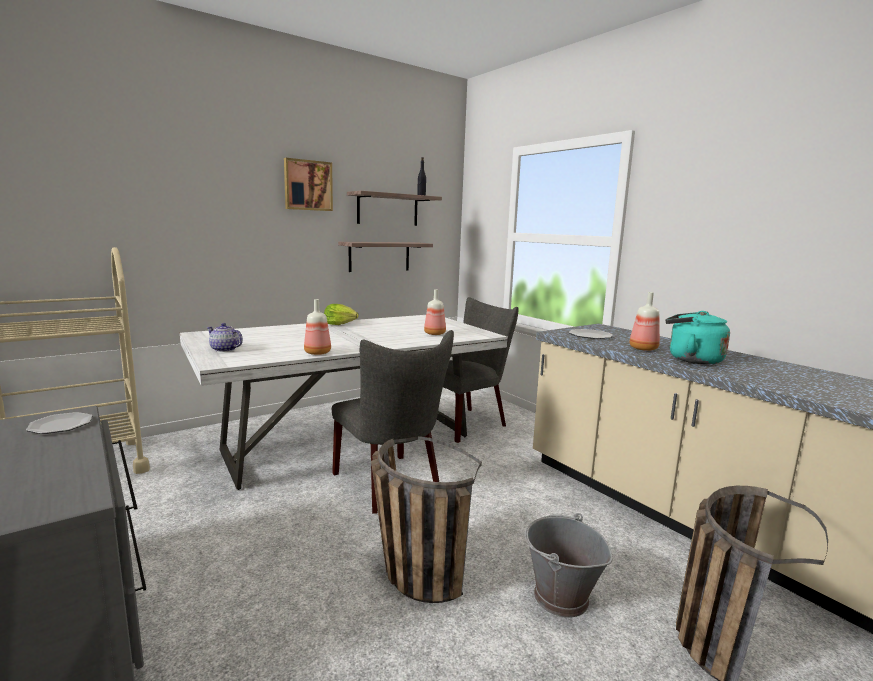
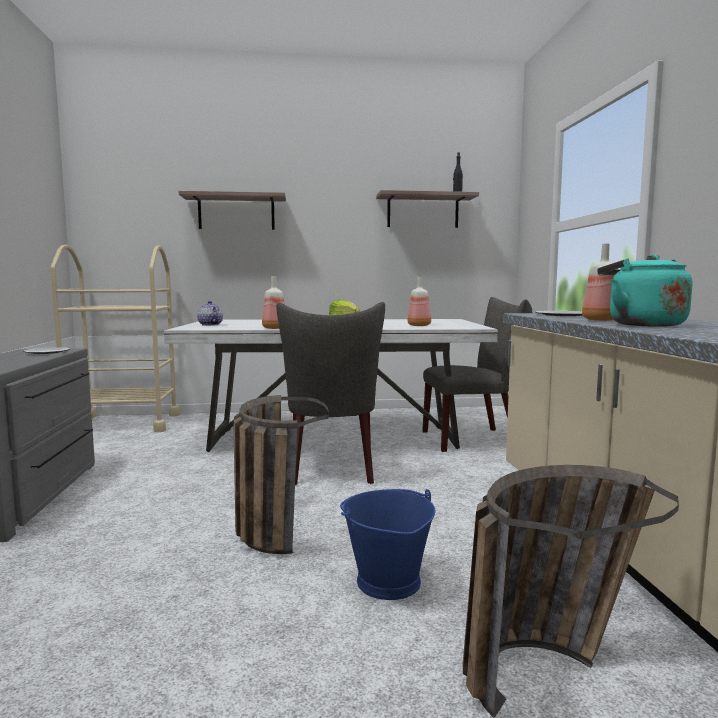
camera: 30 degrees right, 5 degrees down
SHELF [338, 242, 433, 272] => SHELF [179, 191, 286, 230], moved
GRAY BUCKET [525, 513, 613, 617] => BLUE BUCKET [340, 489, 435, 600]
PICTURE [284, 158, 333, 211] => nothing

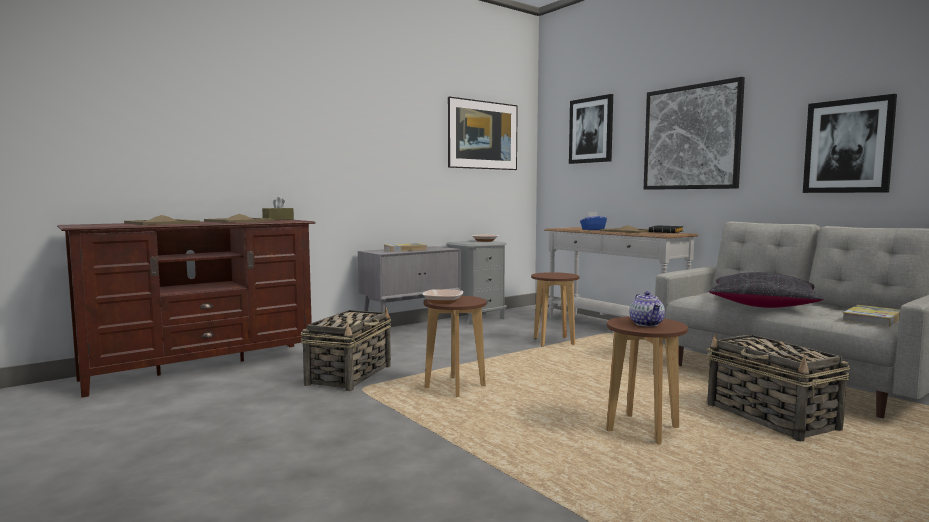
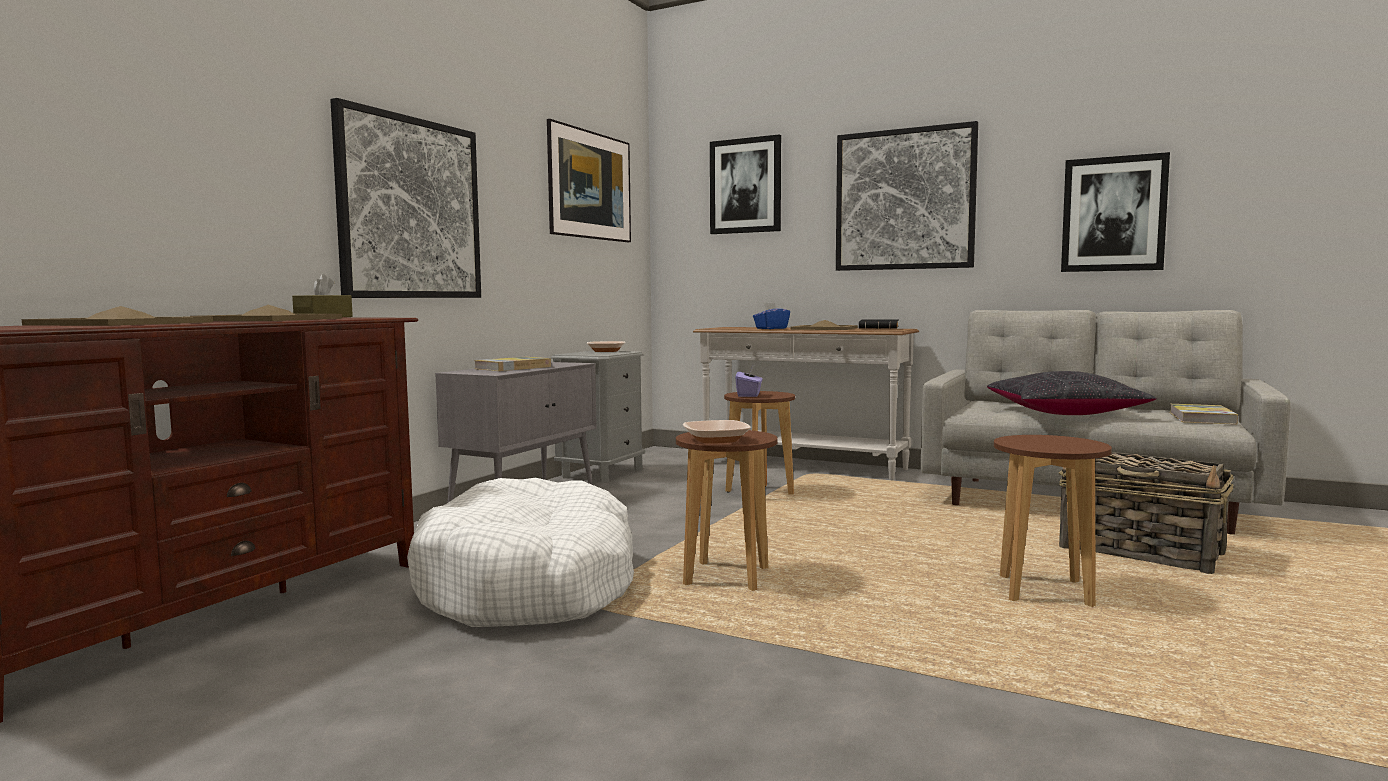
camera: 25 degrees left, 0 degrees up
nothing => PICTURE [330, 98, 481, 298]
BASKET [301, 307, 392, 391] => WHITE PET BED [407, 478, 634, 627]
nothing => PURPLE-COLOURED TISSUE BOX [736, 365, 763, 397]
POT FOR TEA [629, 291, 665, 326] => nothing

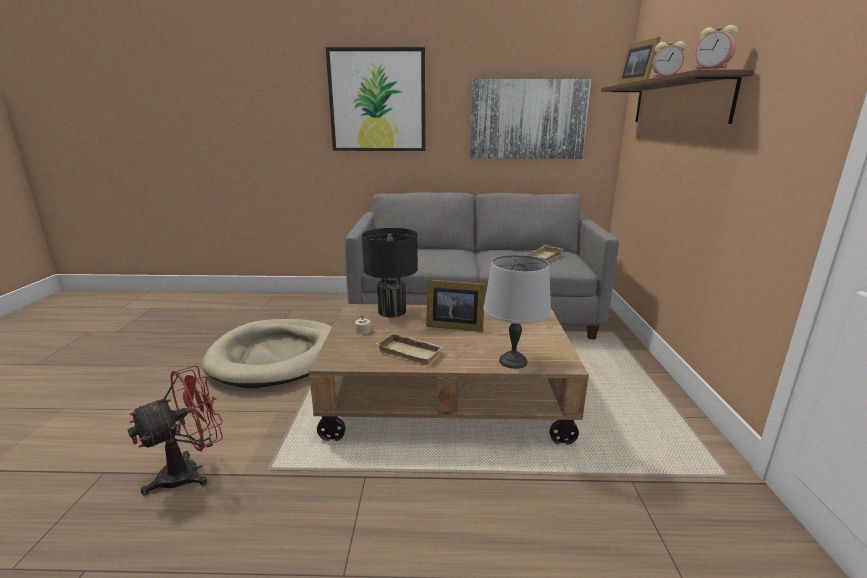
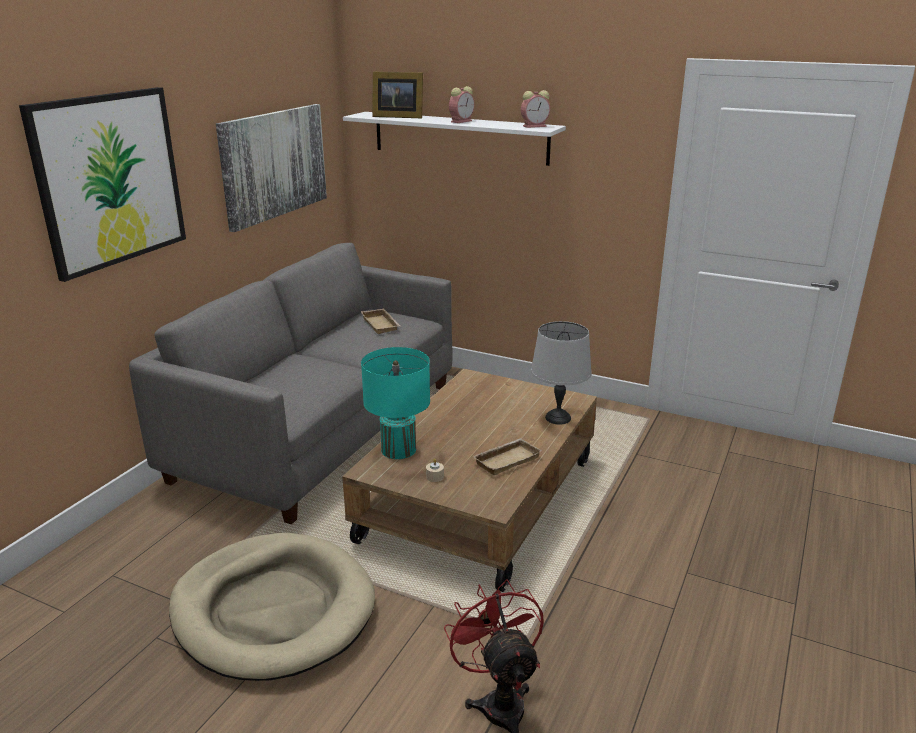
camera: 65 degrees left, 5 degrees up
BROWNISH SHELF [601, 69, 755, 124] => WHITE SHELF [343, 112, 566, 166]
BLACK-COLOURED LAMP FOR A TABLE [362, 228, 418, 317] => BLUE-GREEN LAMP FOR A TABLE [361, 347, 430, 459]
PICTURE FRAME [426, 279, 486, 332] => nothing

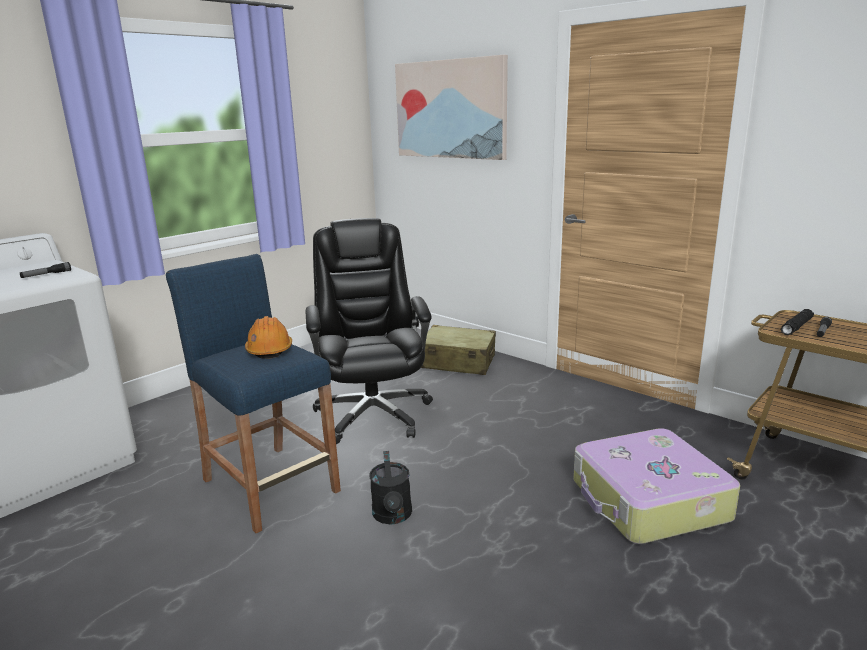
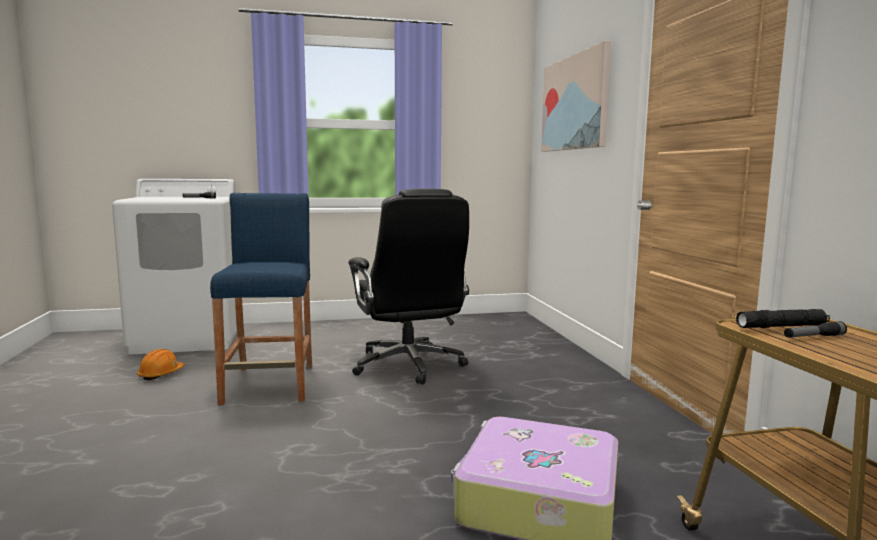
camera: 35 degrees right, 10 degrees down
ORANGEY WORK HELMET [245, 316, 292, 359] => ORANGEY WORK HELMET [137, 349, 184, 380], moved
BLACK-COLOURED DESK CHAIR [306, 218, 433, 444] => BLACK-COLOURED DESK CHAIR [348, 188, 469, 385], 135 degrees clockwise
BLACK-COLOURED WATERING POT [369, 451, 412, 524] => nothing
BEIGE-COLOURED TRAVEL CASE [421, 325, 496, 375] => nothing

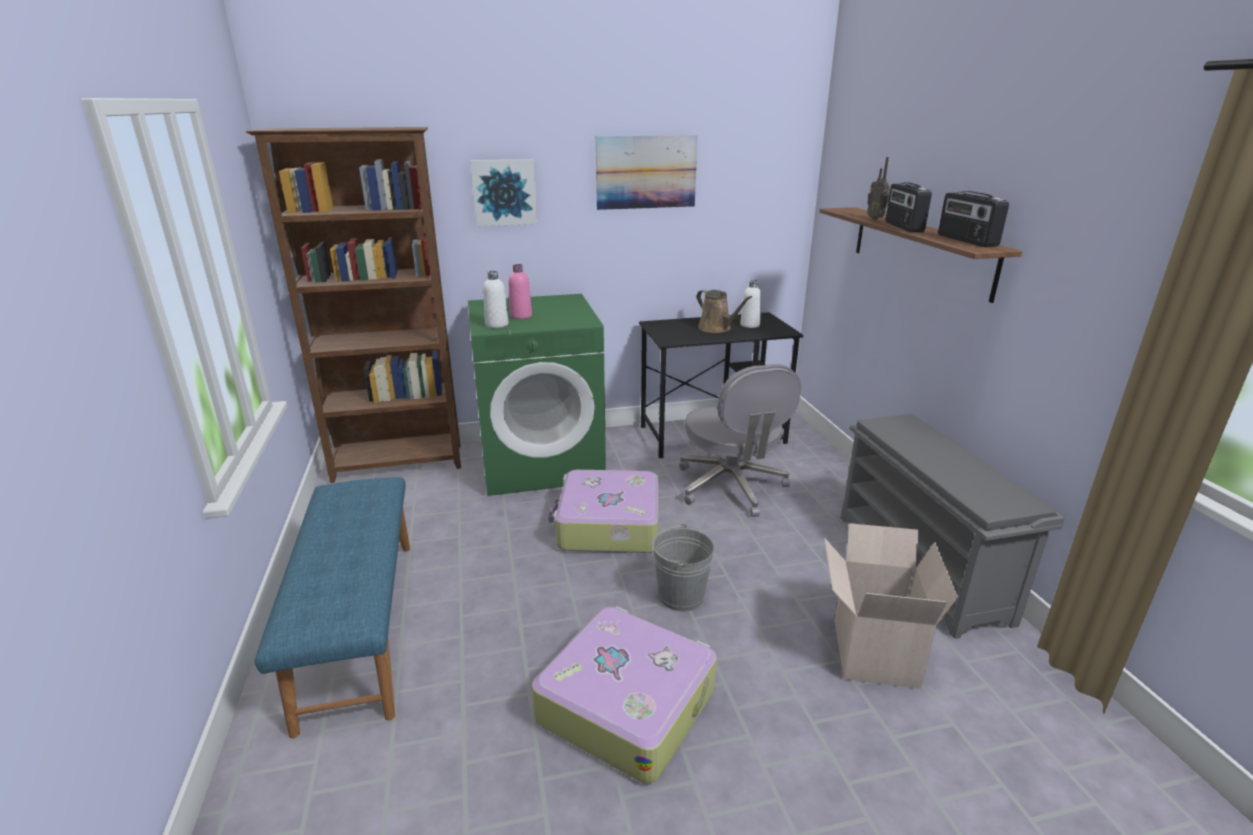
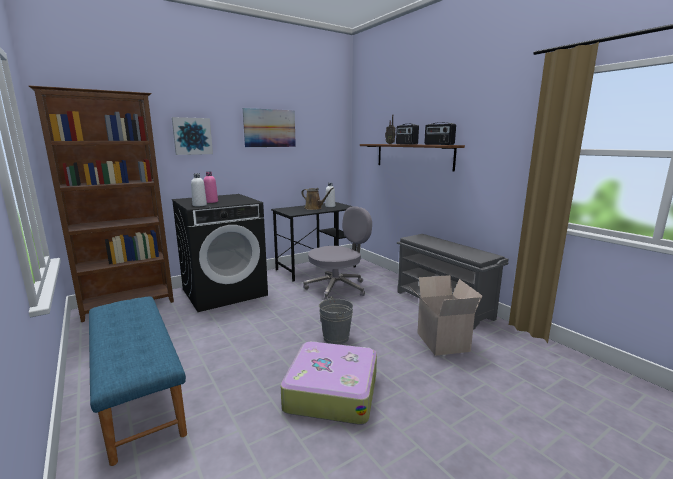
camera: 20 degrees left, 10 degrees down
GREEN-COLOURED WASHING MACHINE [468, 294, 606, 496] => BLACK-COLOURED WASHING MACHINE [172, 194, 268, 312]
GRAY DESK CHAIR [679, 364, 801, 517] => GRAY DESK CHAIR [303, 206, 372, 300], 90 degrees counterclockwise
TRAVEL CASE [548, 470, 658, 553] => nothing

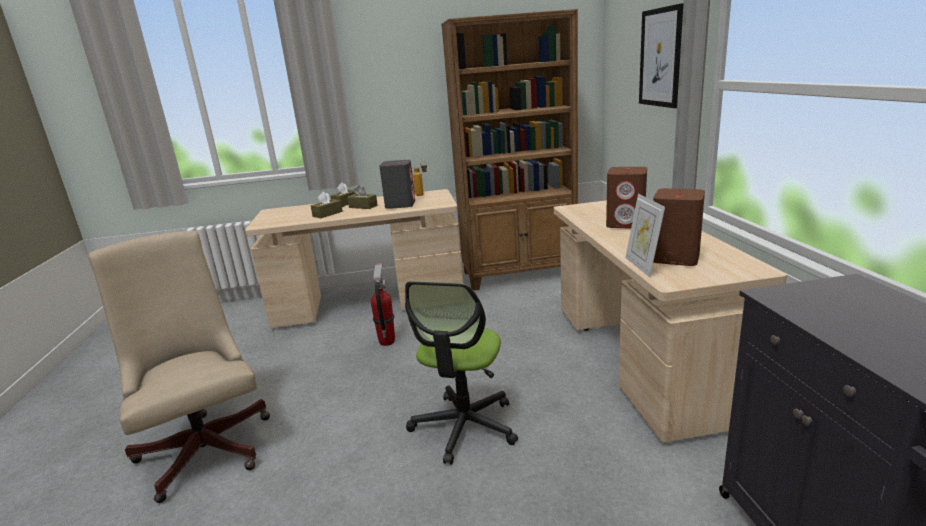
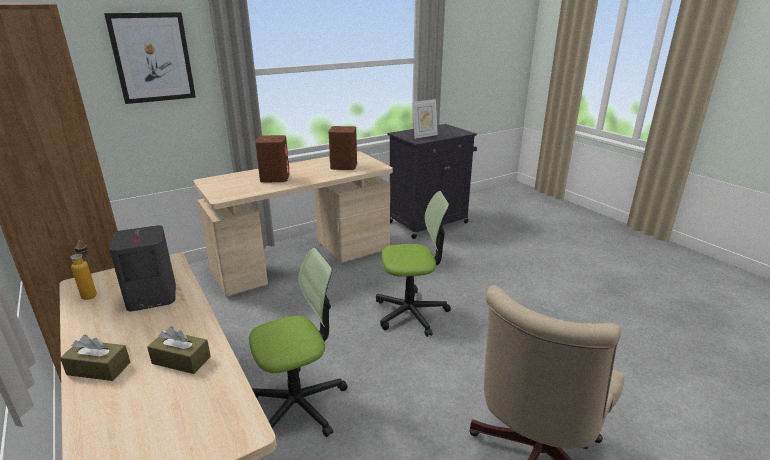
camera: 115 degrees left, 5 degrees up
FIRE EXTINGUISHER [371, 264, 395, 346] => DESK CHAIR [249, 248, 347, 437]
PICTURE FRAME [625, 193, 665, 277] => PICTURE FRAME [412, 99, 438, 139], moved
BROWNISH TISSUE BOX [347, 185, 378, 209] => nothing

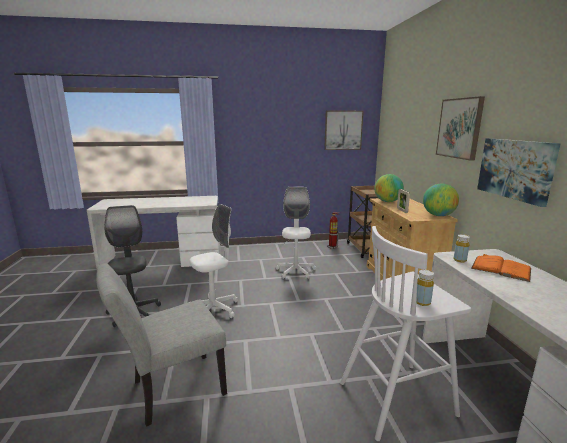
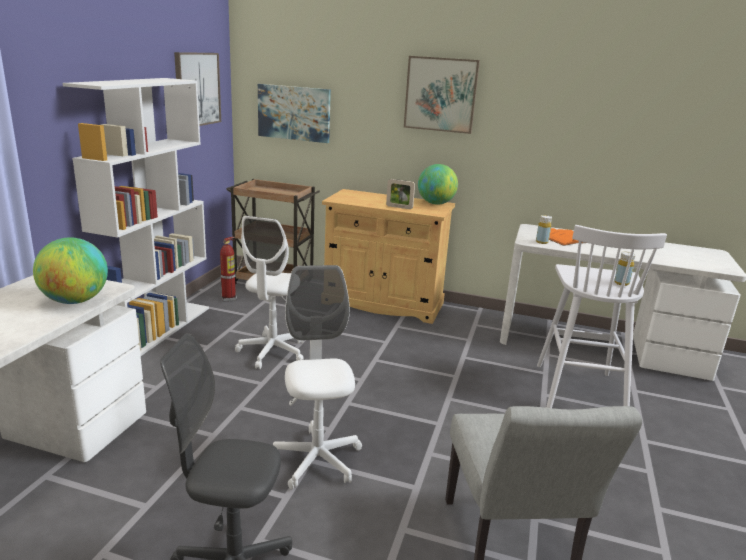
camera: 65 degrees left, 5 degrees up
WORLD GLOBE [374, 174, 404, 202] => WORLD GLOBE [33, 237, 108, 304], moved
nothing => WHITE BOOKCASE [63, 78, 209, 356]
WHITE DESK CHAIR [276, 187, 316, 279] => WHITE DESK CHAIR [235, 216, 304, 369], 105 degrees counterclockwise
PICTURE [477, 138, 561, 207] => PICTURE [258, 84, 331, 143], moved

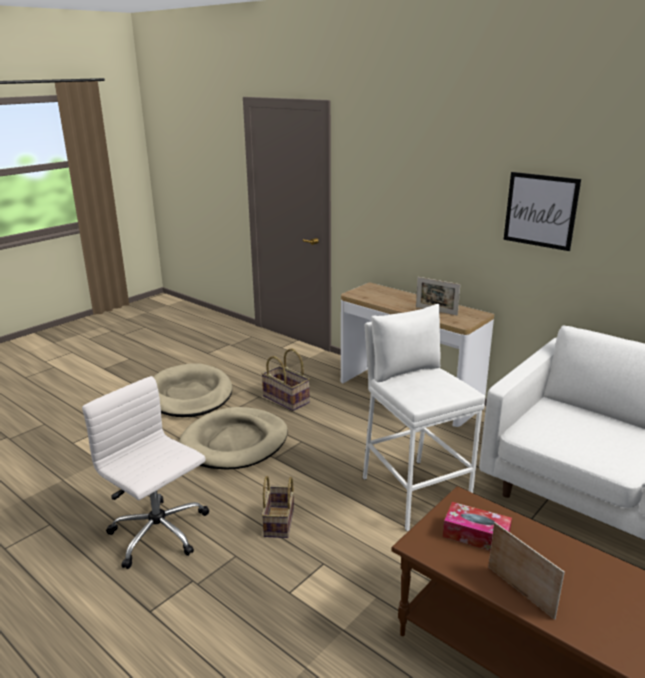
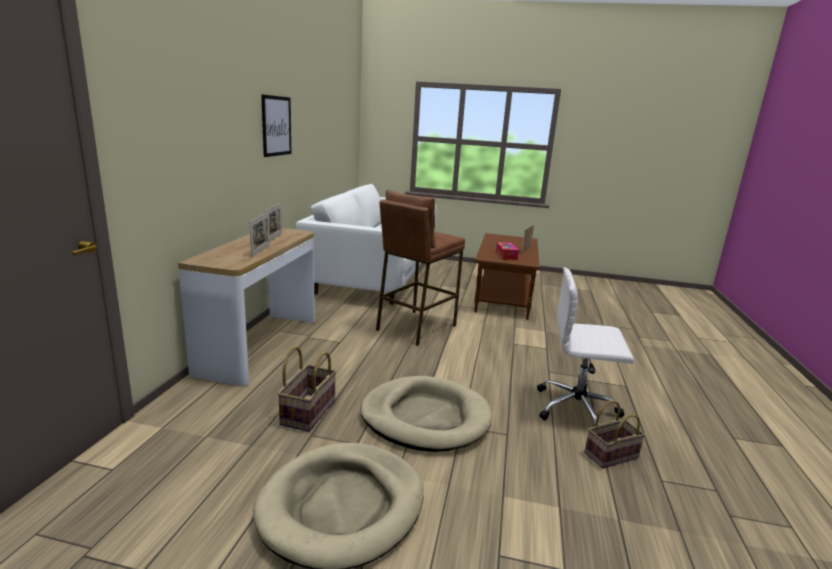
camera: 120 degrees left, 5 degrees down
nothing => PICTURE FRAME [249, 212, 270, 258]
WHITE STOOL SEAT [363, 304, 486, 531] => BROWNISH STOOL SEAT [376, 189, 465, 346]
WHITE DESK CHAIR [82, 376, 209, 569] => WHITE DESK CHAIR [537, 267, 634, 427], 90 degrees clockwise
BASKET [261, 476, 294, 538] => BASKET [584, 400, 645, 469], moved

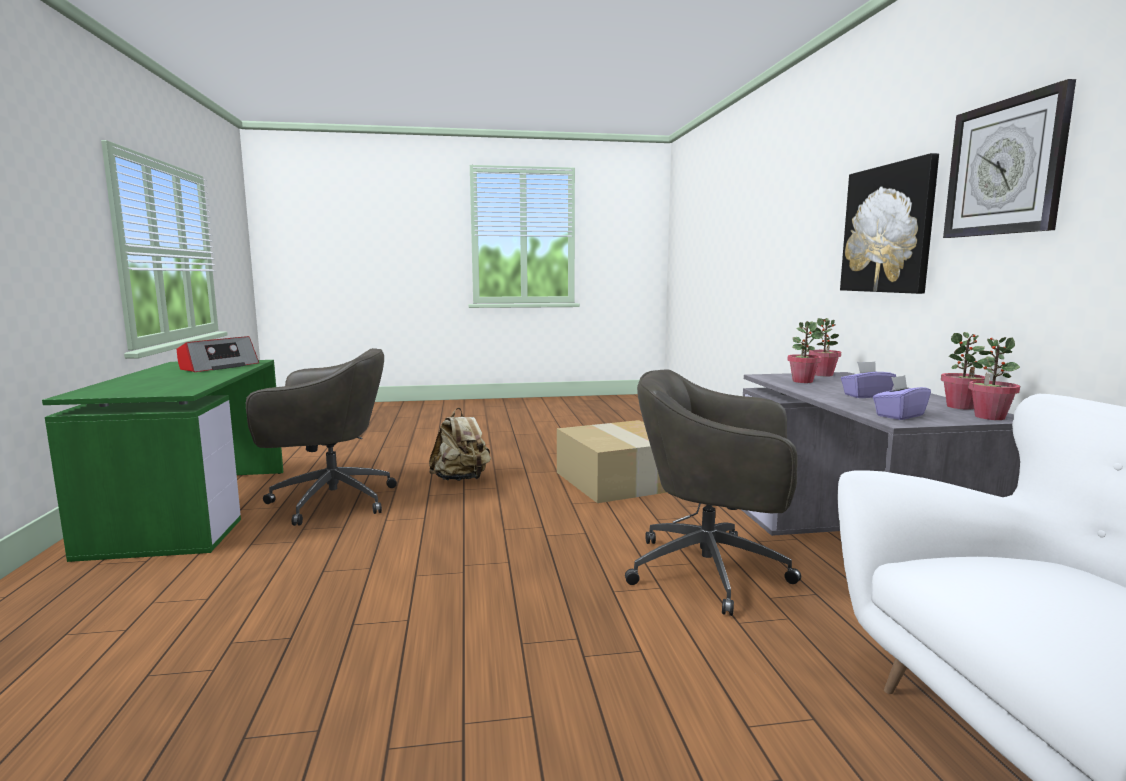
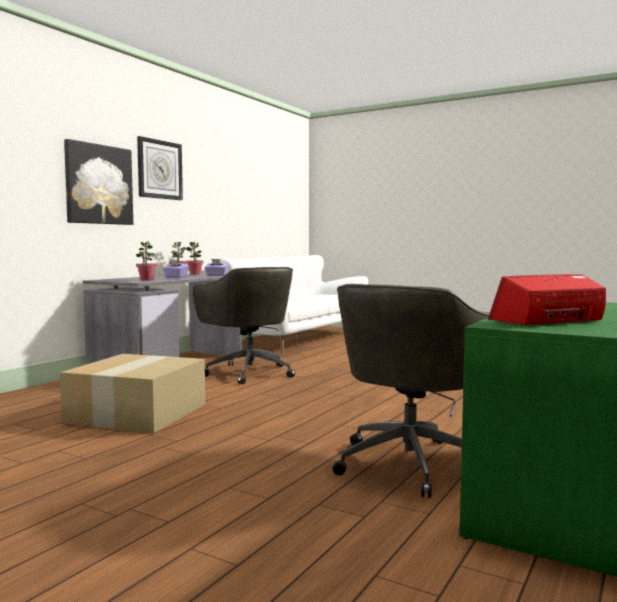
camera: 140 degrees left, 5 degrees down
GRAY DESK CHAIR [246, 348, 397, 526] => GRAY DESK CHAIR [332, 284, 490, 498], 90 degrees counterclockwise
BEIGE-COLOURED RUCKSACK [429, 408, 491, 481] => nothing
HOUSEPLANT [809, 318, 841, 376] => nothing

